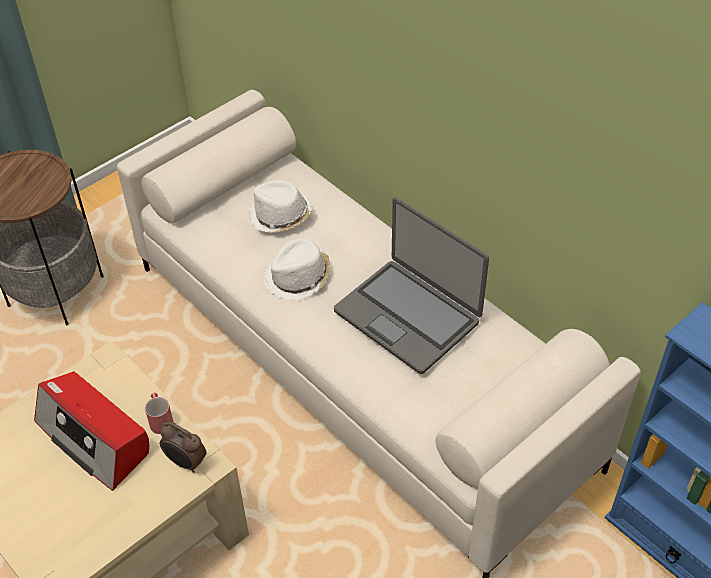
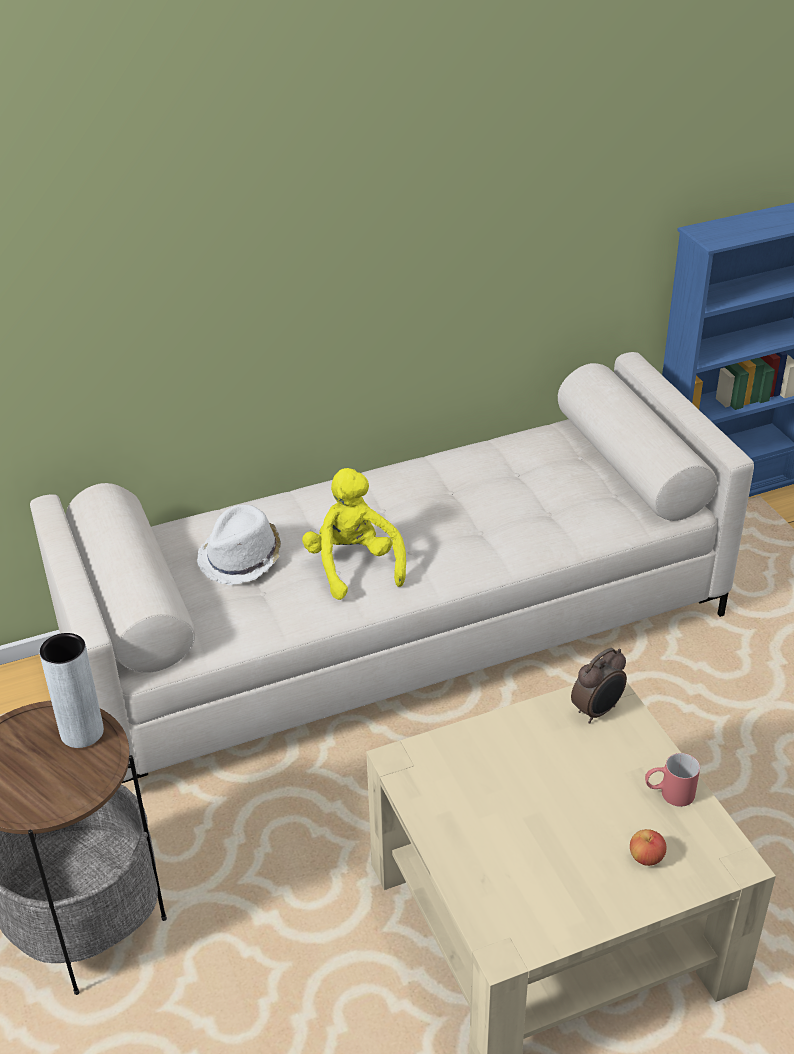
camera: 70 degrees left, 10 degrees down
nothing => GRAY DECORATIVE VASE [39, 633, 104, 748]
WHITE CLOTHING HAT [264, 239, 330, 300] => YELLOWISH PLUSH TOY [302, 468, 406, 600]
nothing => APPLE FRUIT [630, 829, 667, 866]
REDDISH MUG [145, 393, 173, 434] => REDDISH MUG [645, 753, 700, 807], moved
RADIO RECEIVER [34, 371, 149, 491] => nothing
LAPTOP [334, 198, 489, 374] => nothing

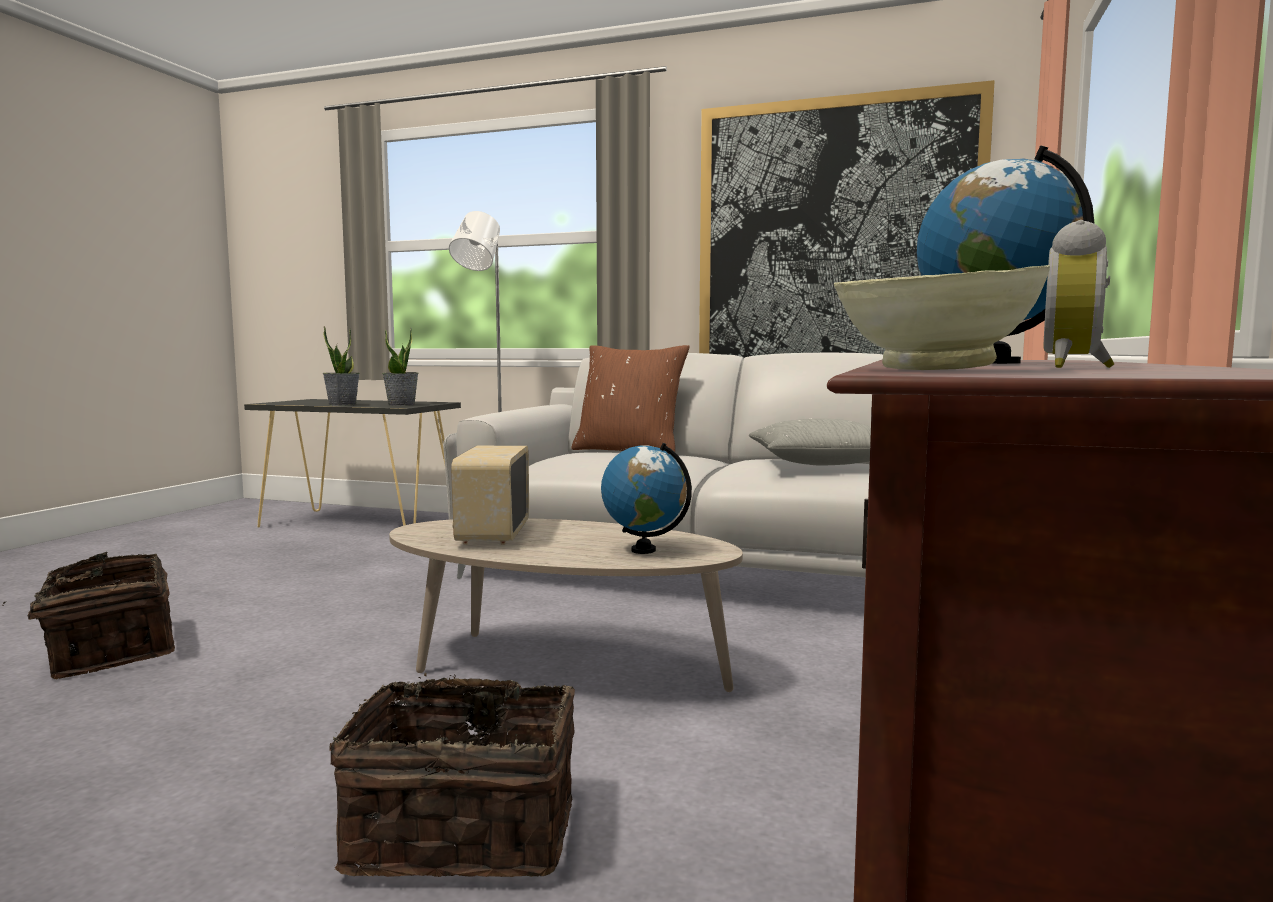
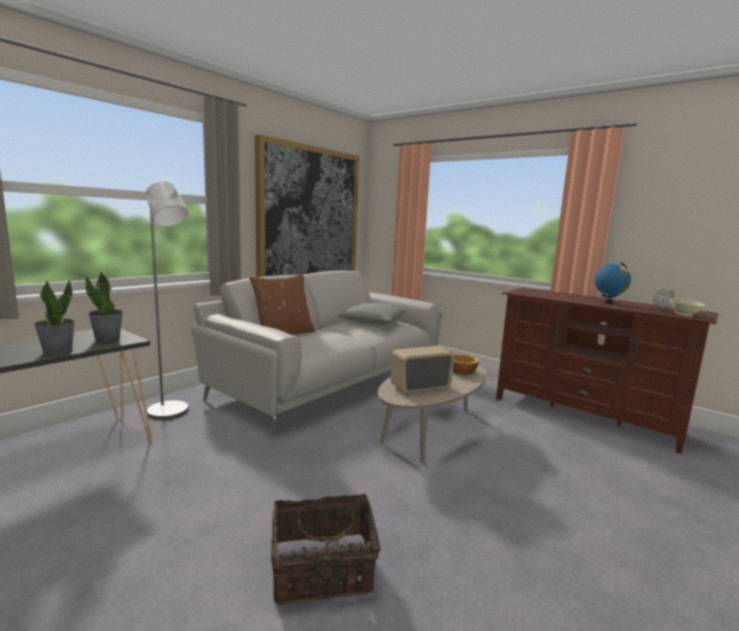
camera: 70 degrees left, 5 degrees up
RADIO RECEIVER [451, 446, 529, 545] => RADIO RECEIVER [391, 346, 454, 393], 135 degrees clockwise
WORLD GLOBE [601, 443, 692, 554] => BOWL [453, 354, 479, 375]
BASKET [329, 673, 575, 877] => nothing

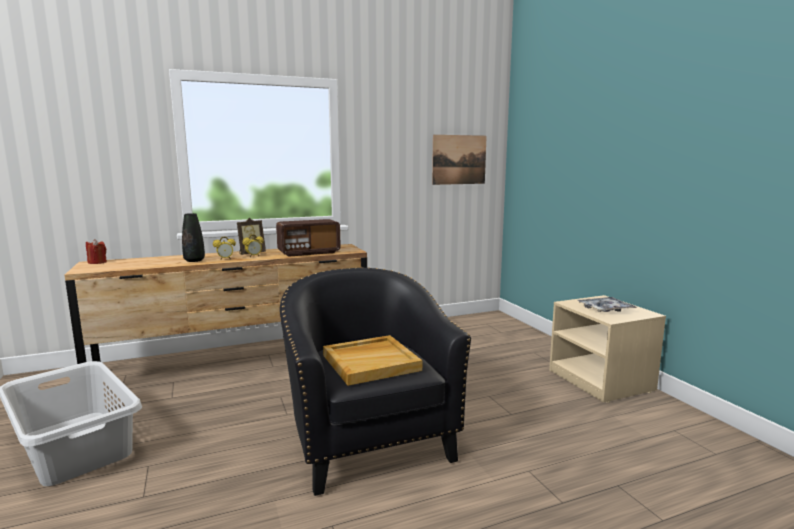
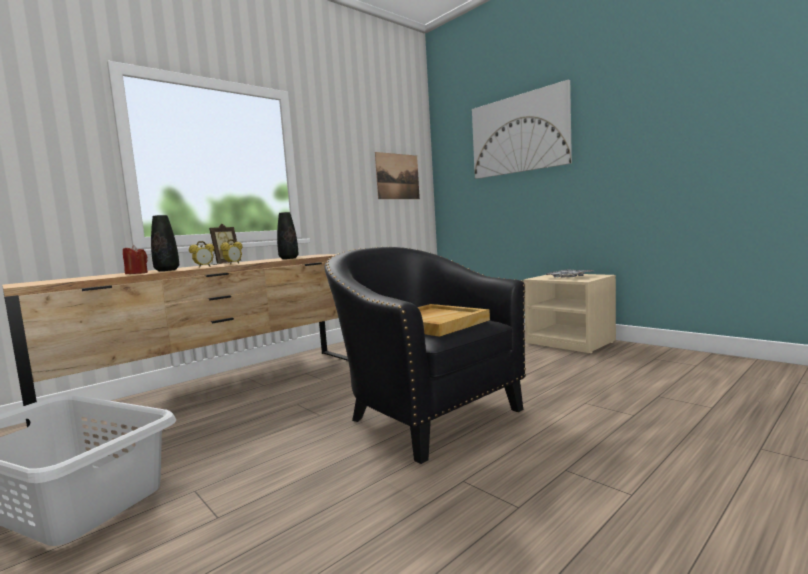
camera: 20 degrees left, 5 degrees down
REDDISH CANDLE [86, 239, 107, 264] => REDDISH CANDLE [123, 245, 148, 274], moved
RADIO RECEIVER [276, 219, 341, 257] => BLACK-COLOURED DECORATIVE VASE [277, 212, 299, 259]
nothing => PICTURE [472, 80, 572, 179]

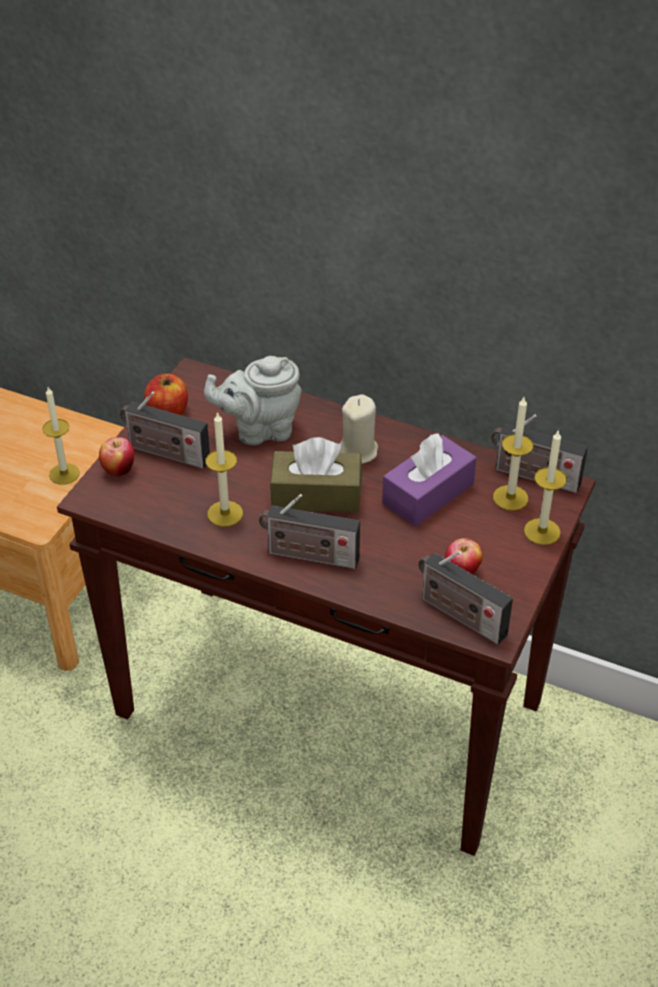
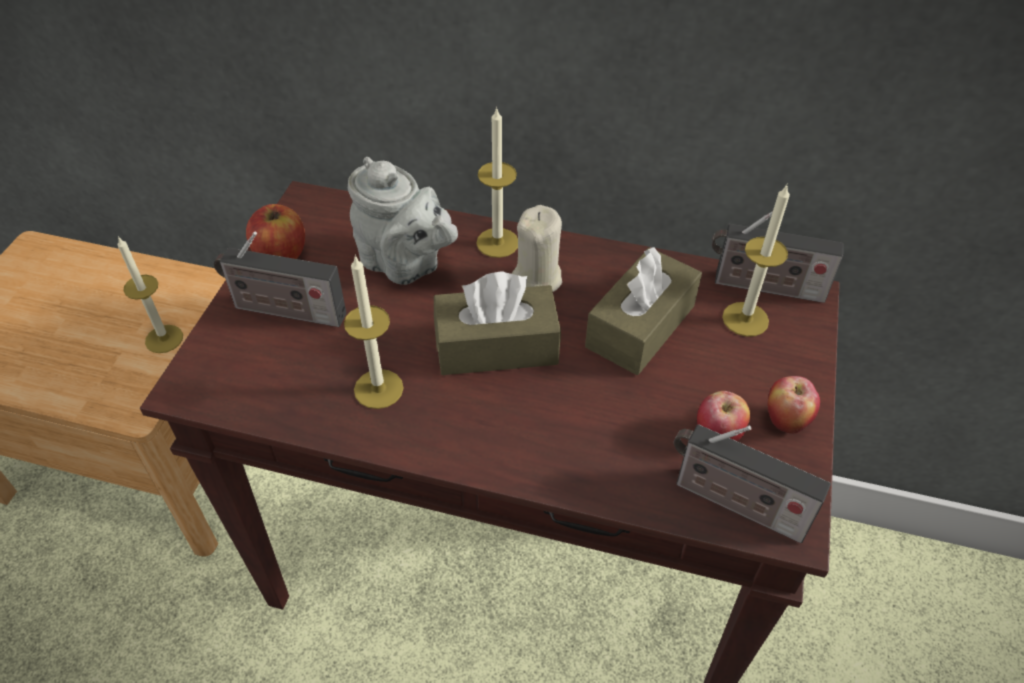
camera: 10 degrees left, 5 degrees up
GRAY POT FOR TEA [204, 356, 302, 445] => GRAY POT FOR TEA [348, 157, 458, 285], 120 degrees counterclockwise
CANDLE [524, 431, 567, 545] => CANDLE [476, 107, 518, 258], moved
PURPLE-COLOURED TISSUE BOX [382, 433, 476, 527] => BROWNISH TISSUE BOX [585, 247, 702, 375]
APPLE FRUIT [99, 437, 134, 477] => APPLE FRUIT [768, 376, 820, 434], moved
RADIO RECEIVER [259, 494, 360, 569] => nothing

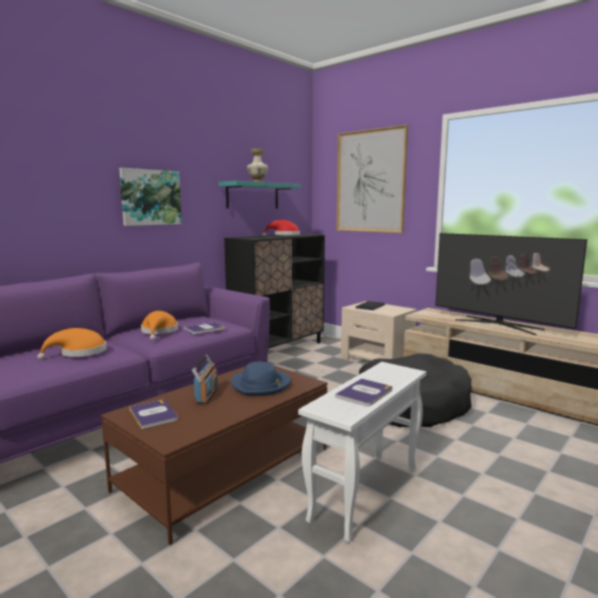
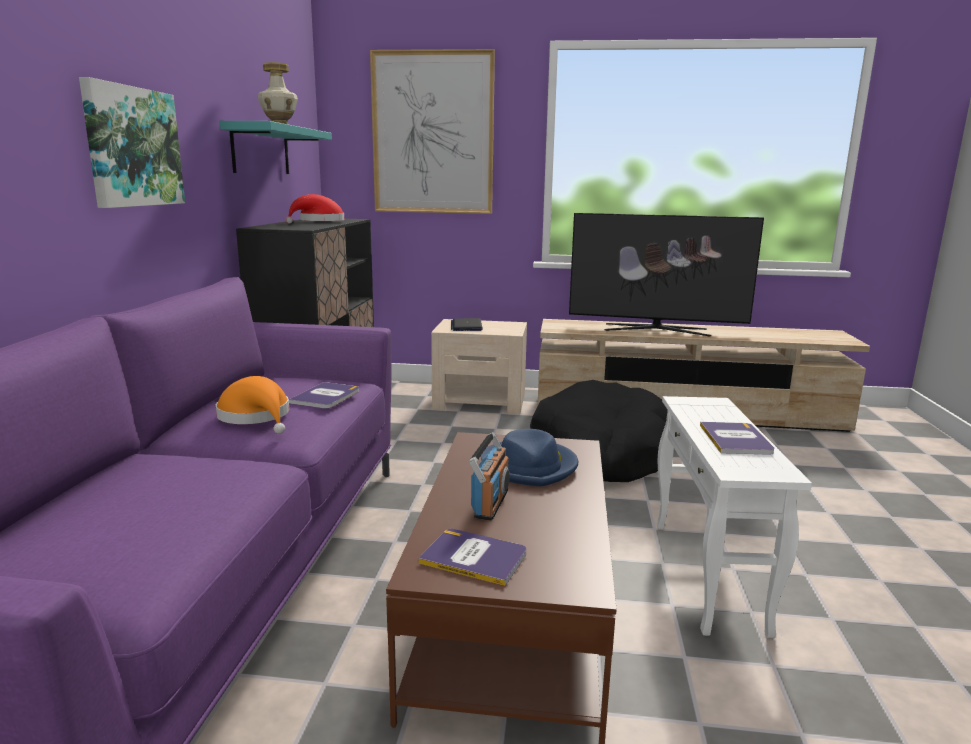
camera: 35 degrees left, 5 degrees up
RADIO RECEIVER [192, 355, 218, 404] => RADIO RECEIVER [469, 432, 509, 521], 45 degrees clockwise
ORANGEY CLOTHING HAT [37, 328, 107, 360] => nothing

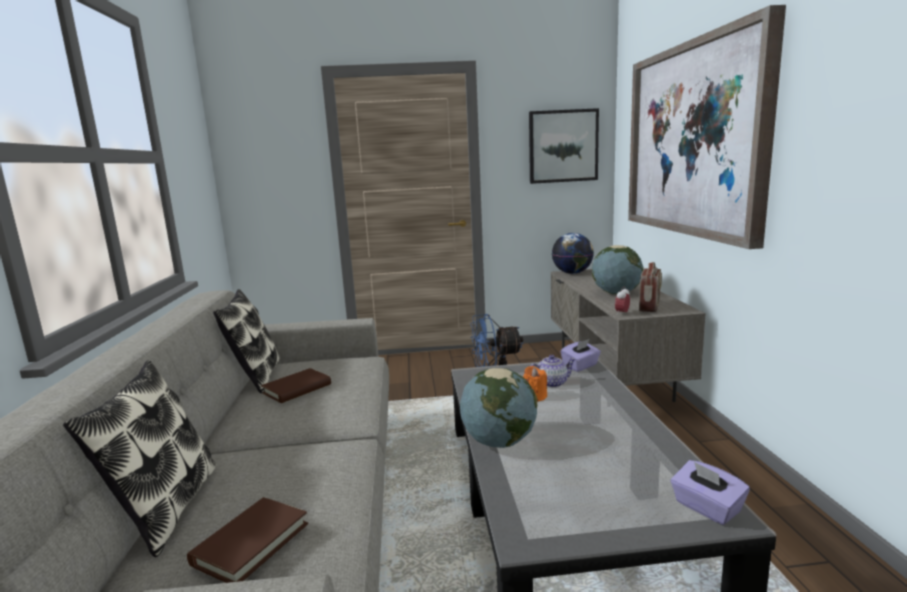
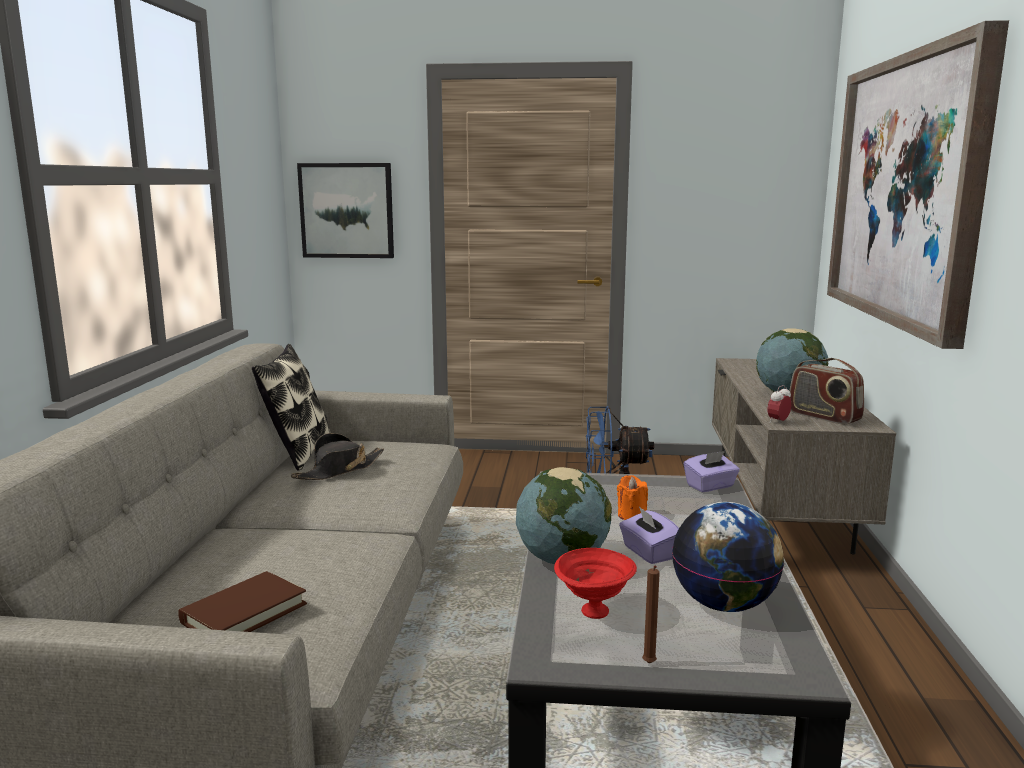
camera: 10 degrees right, 0 degrees up
BROWNISH VOLUME [261, 368, 331, 403] => BLACK-COLOURED CLOTHING HAT [291, 433, 384, 480]
PICTURE [529, 108, 599, 184] => PICTURE [297, 163, 394, 258], moved
nothing => REDDISH BOWL [554, 548, 637, 619]
PURPLE-COLOURED TISSUE BOX [670, 460, 750, 525] => PURPLE-COLOURED TISSUE BOX [619, 506, 679, 564], moved
nothing => BROWNISH CANDLE [642, 565, 660, 663]
WORLD GLOBE [552, 233, 594, 274] => WORLD GLOBE [672, 502, 784, 612], moved
RADIO RECEIVER [639, 262, 662, 312] => RADIO RECEIVER [789, 358, 864, 425], 105 degrees clockwise
PILLOW [63, 360, 217, 557] => nothing
POT FOR TEA [530, 355, 576, 388] => nothing

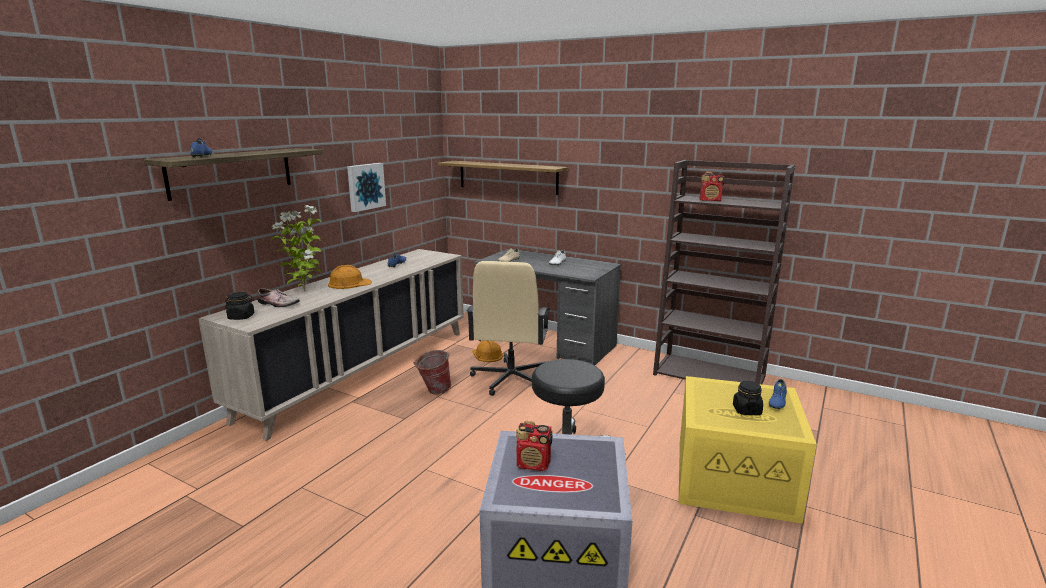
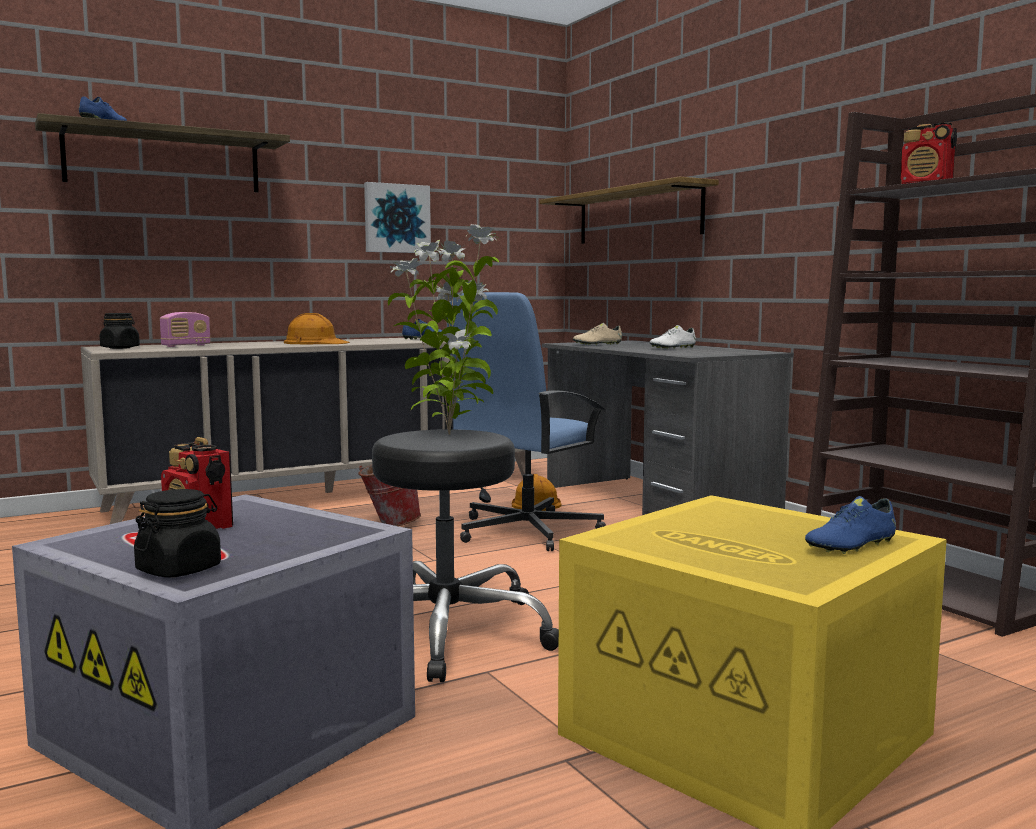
camera: 30 degrees right, 10 degrees down
BLACK-COLOURED STORAGE JAR [733, 381, 763, 415] => BLACK-COLOURED STORAGE JAR [134, 489, 221, 578], moved
SHOE [258, 288, 300, 307] => RADIO RECEIVER [160, 312, 211, 347]
HOUSEPLANT [271, 205, 321, 292] => HOUSEPLANT [388, 224, 499, 435], moved
BEIGE-COLOURED DESK CHAIR [466, 261, 550, 396] => BLUE DESK CHAIR [440, 292, 606, 551]

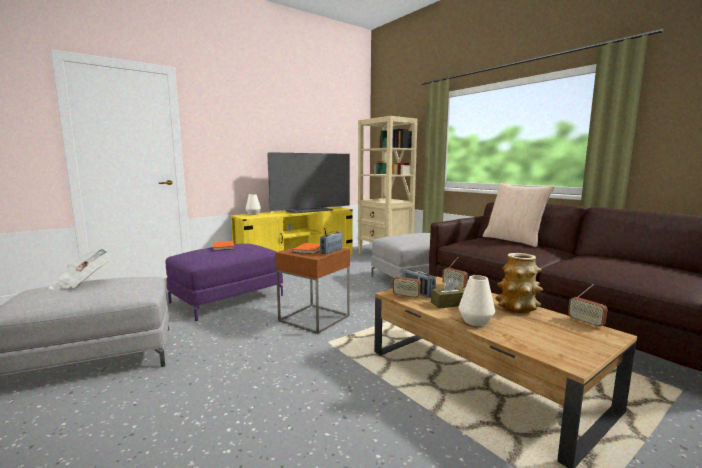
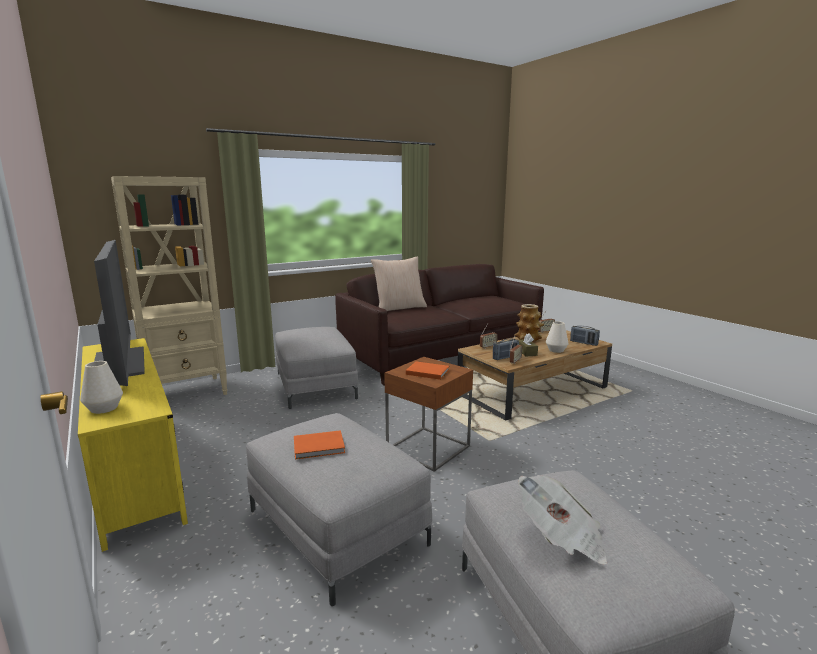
camera: 85 degrees left, 5 degrees up
PURPLE-COLOURED OTTOMAN [165, 244, 283, 321] => GRAY OTTOMAN [246, 413, 432, 606]
RADIO RECEIVER [320, 231, 343, 254] => RADIO RECEIVER [570, 326, 600, 346], moved

